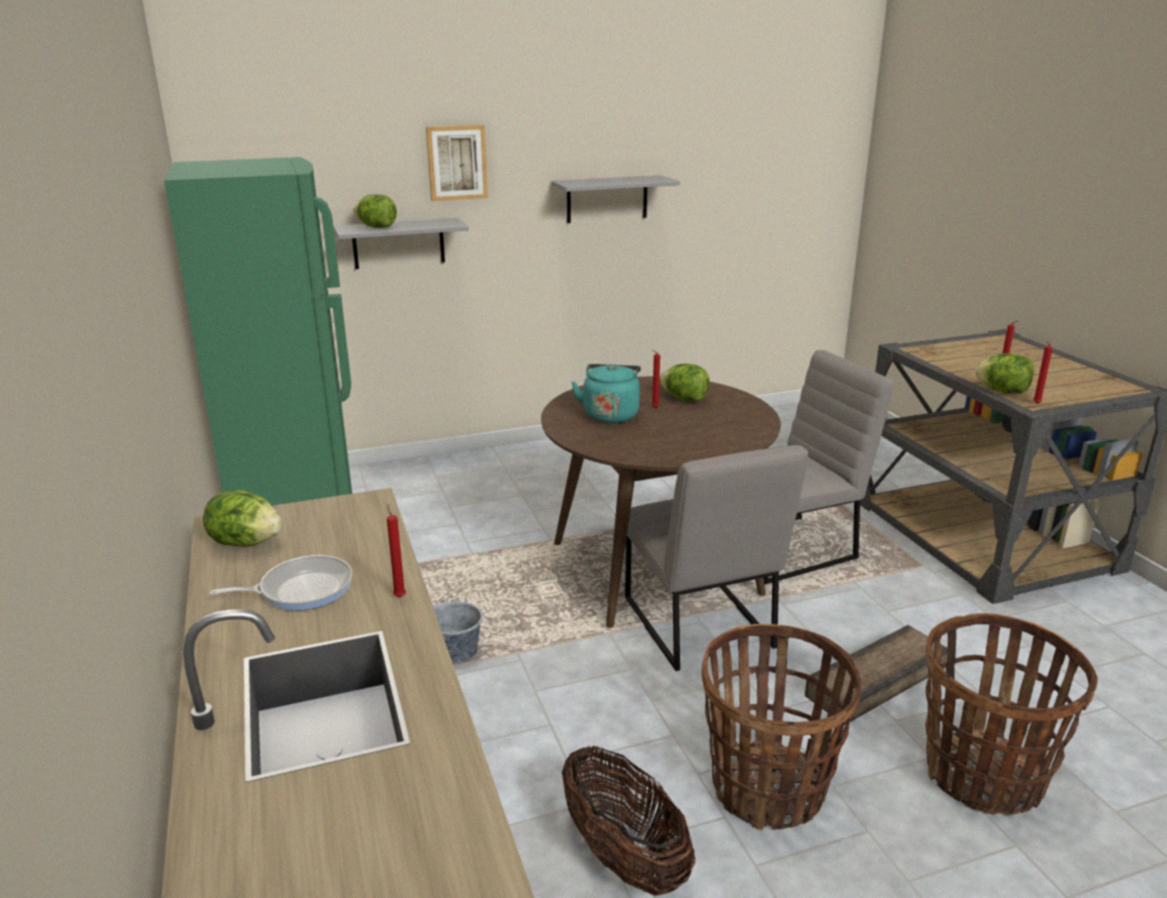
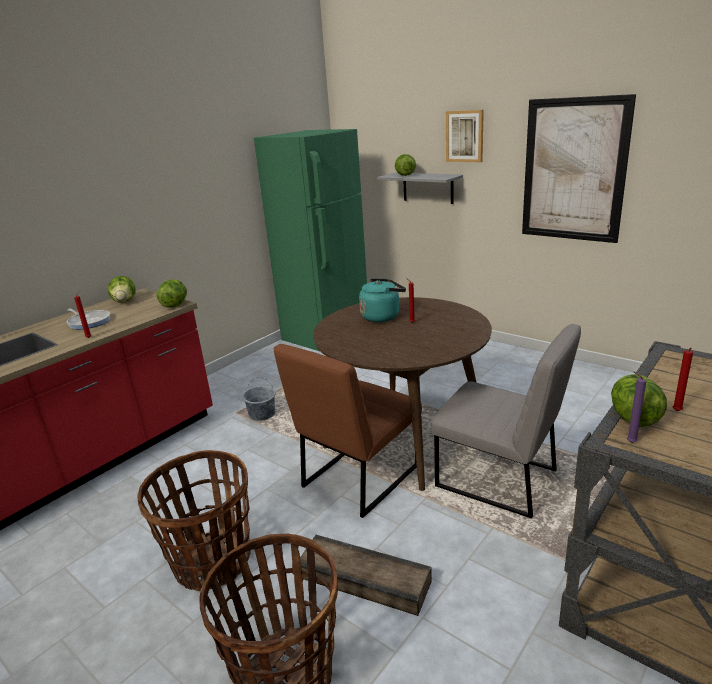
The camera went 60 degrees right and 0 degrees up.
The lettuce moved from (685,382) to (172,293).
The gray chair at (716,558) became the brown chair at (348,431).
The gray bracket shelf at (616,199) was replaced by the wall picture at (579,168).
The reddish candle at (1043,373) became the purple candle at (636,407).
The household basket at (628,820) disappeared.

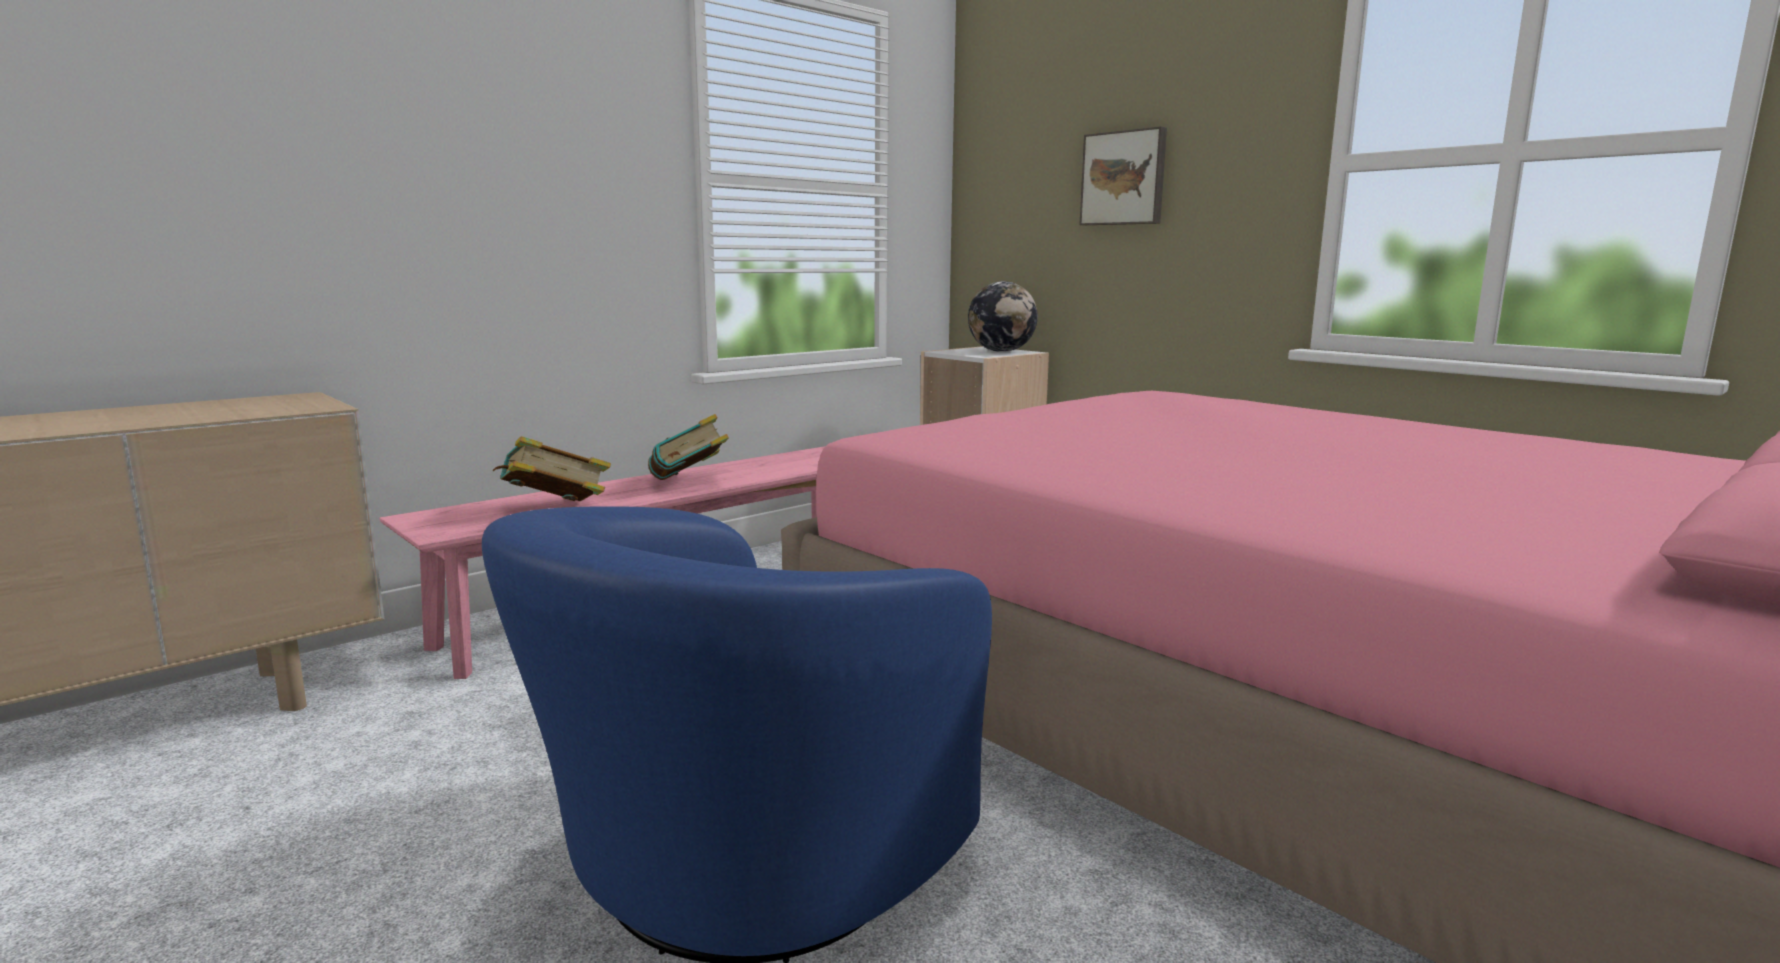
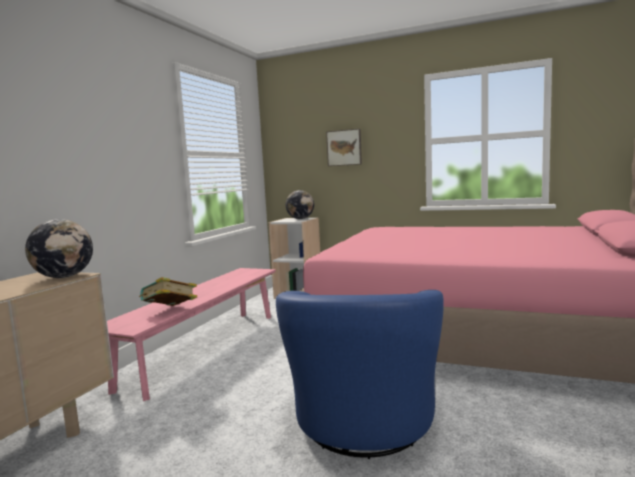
The camera went 25 degrees left and 5 degrees down.
The desk globe at (59,248) appeared.
The volume at (688,447) disappeared.

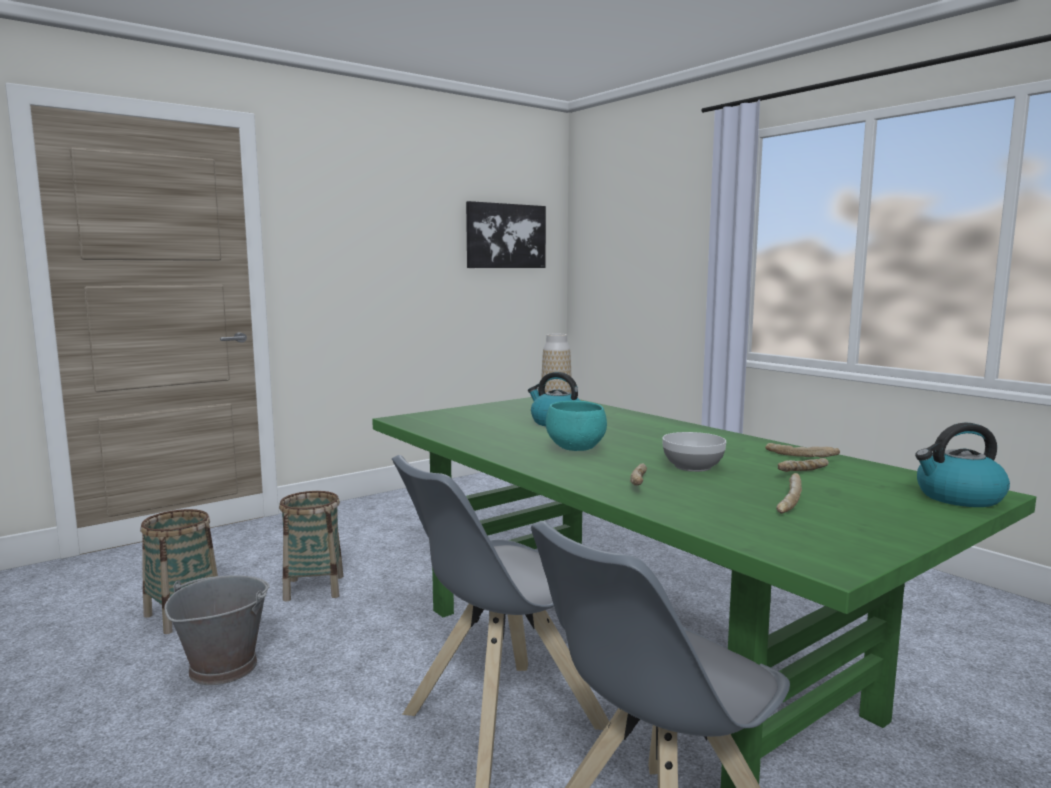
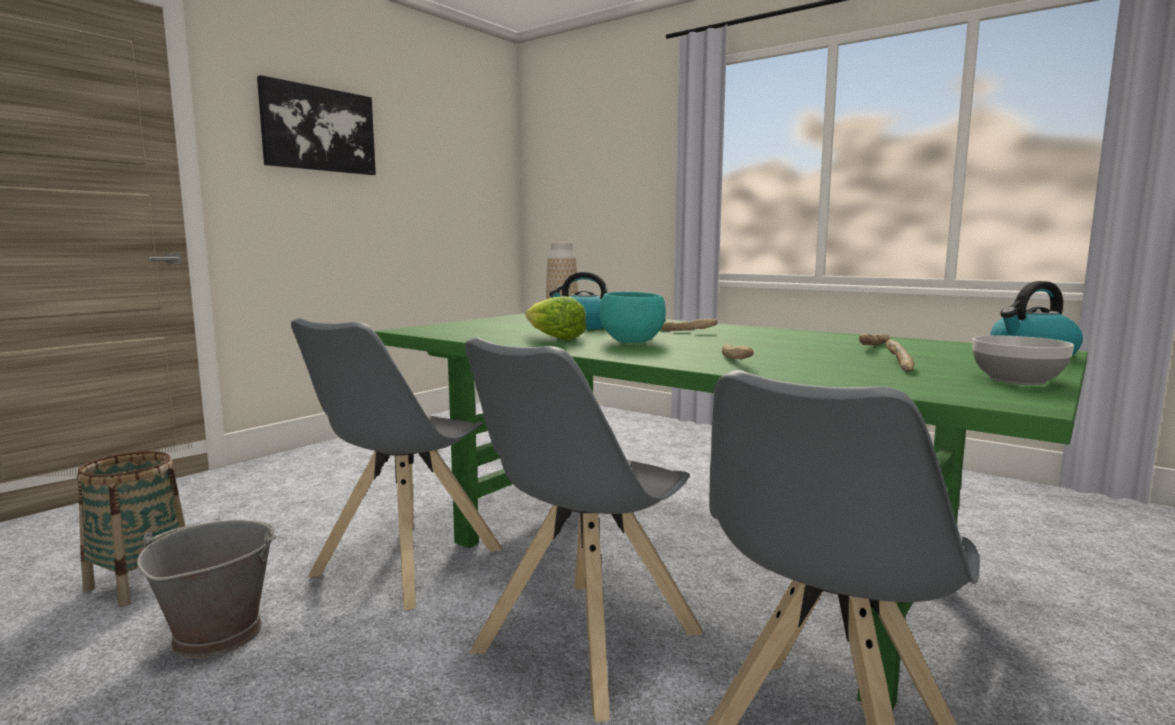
The camera went 15 degrees left and 0 degrees up.
The wall picture moved from (506,234) to (316,125).
The gray chair at (396,464) appeared.
The lettuce at (556,318) appeared.
The bakery bread moved from (802,450) to (688,325).
The serving bowl moved from (694,452) to (1023,360).
The household basket at (311,546) disappeared.

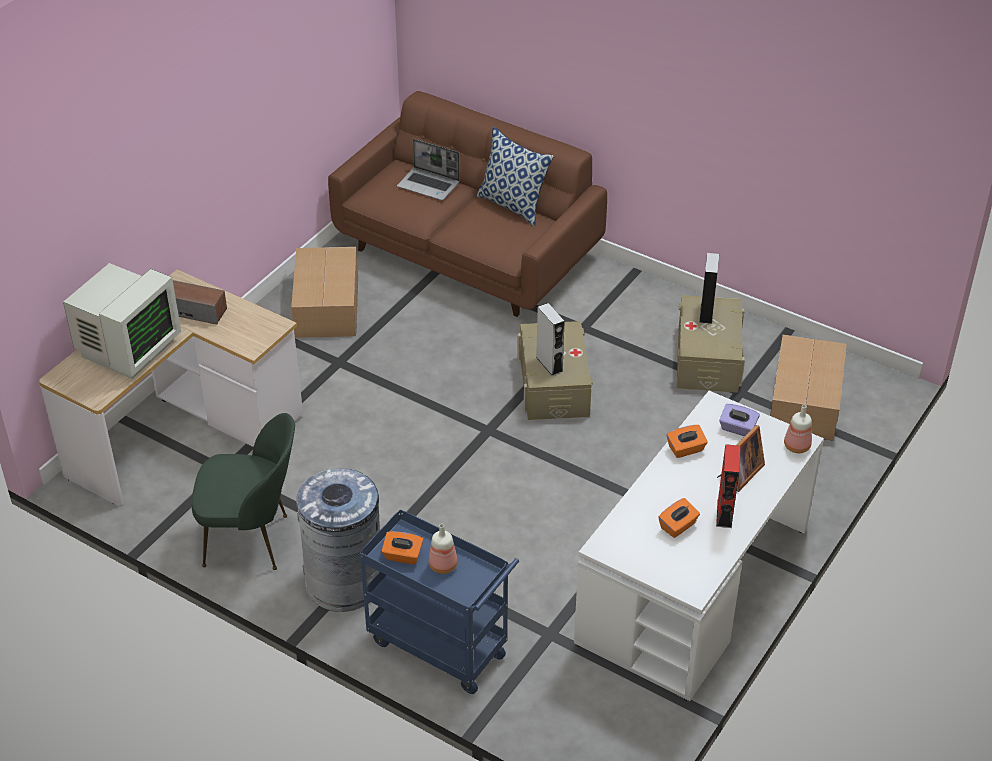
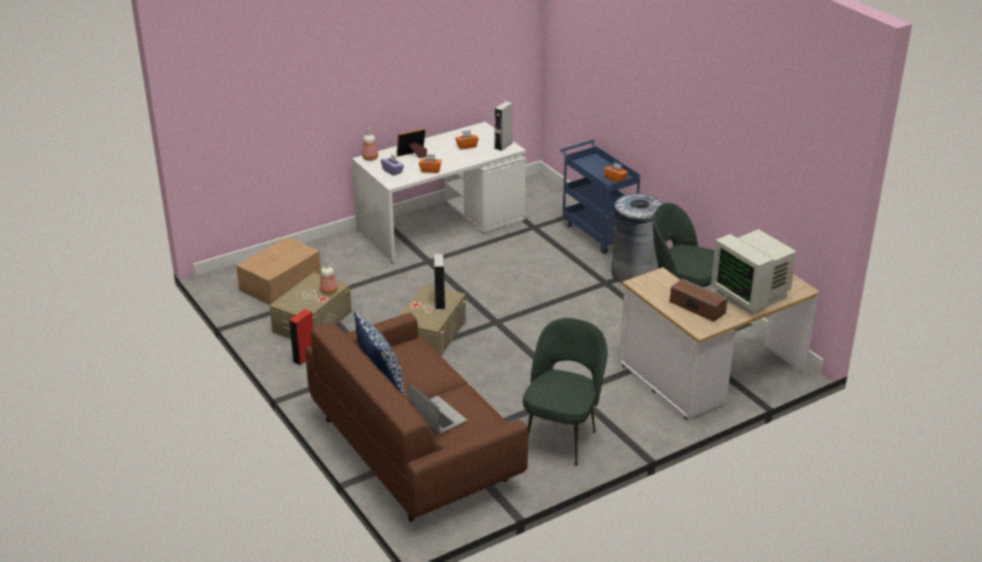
The camera went 155 degrees left and 10 degrees down.
The reddish audio speaker moved from (728,486) to (301,337).
The bottle moved from (443,549) to (329,277).
The gray audio speaker moved from (709,288) to (504,126).
The cardboard box at (324,292) was replaced by the greenish chair at (565,391).
The computer display at (122,321) turned 90 degrees counterclockwise.

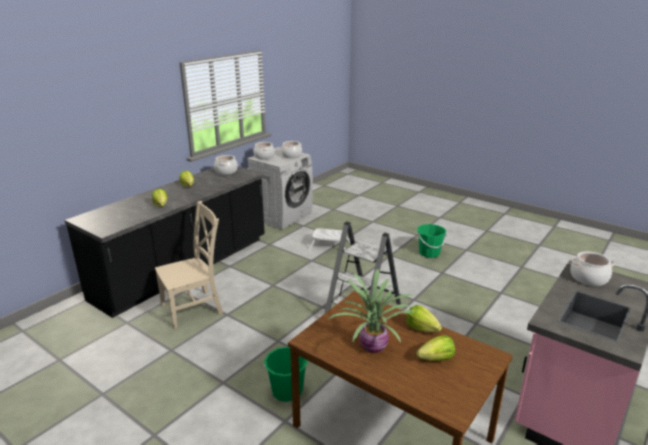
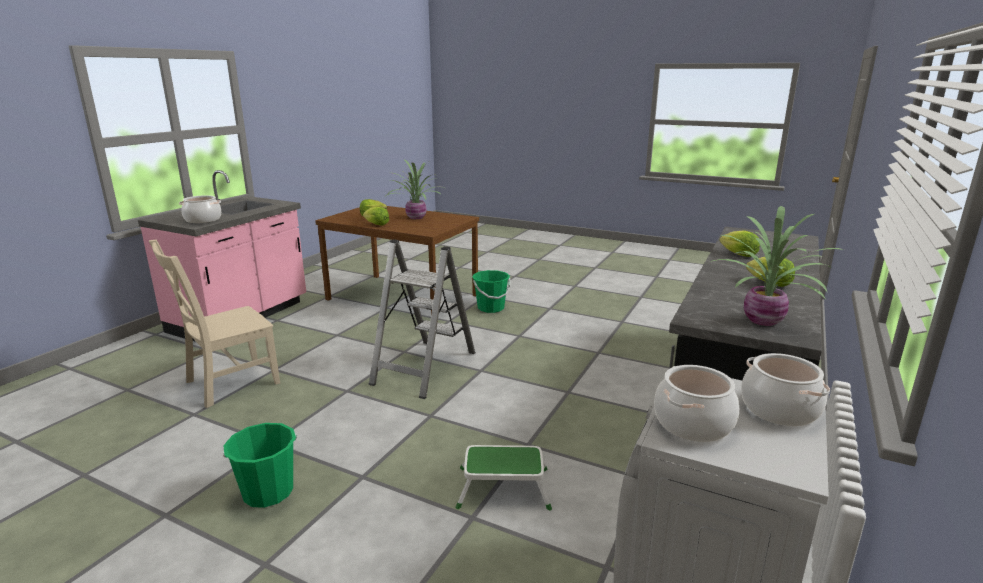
The camera went 170 degrees right and 5 degrees down.
The beige-coloured chair moved from (189,265) to (214,324).
The whitish step ladder at (329,241) became the greenish step ladder at (503,478).
The saucepot at (226,165) was replaced by the plant in a pot at (777,266).

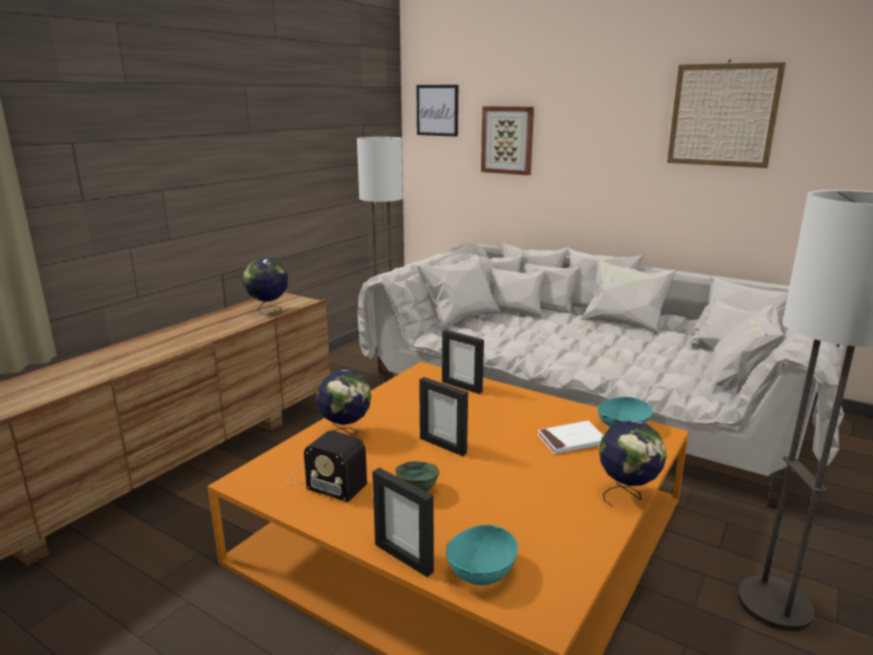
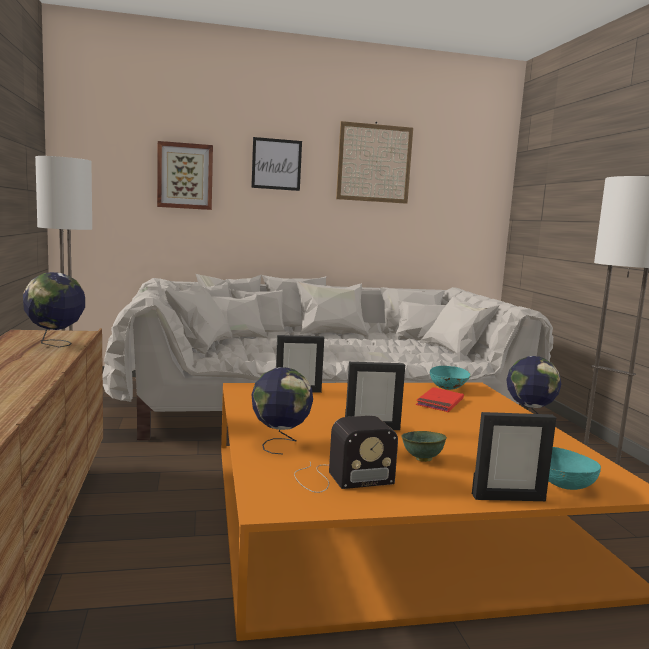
The camera went 45 degrees left and 10 degrees down.
The wall picture moved from (437,111) to (276,164).
The whitish volume at (571,437) became the reddish volume at (440,399).

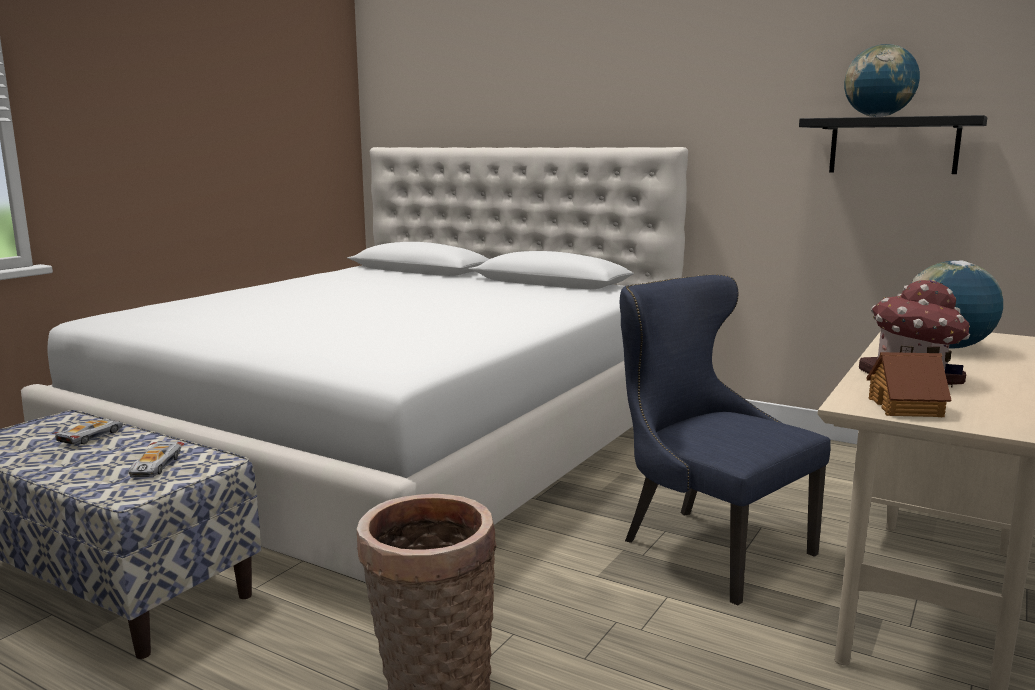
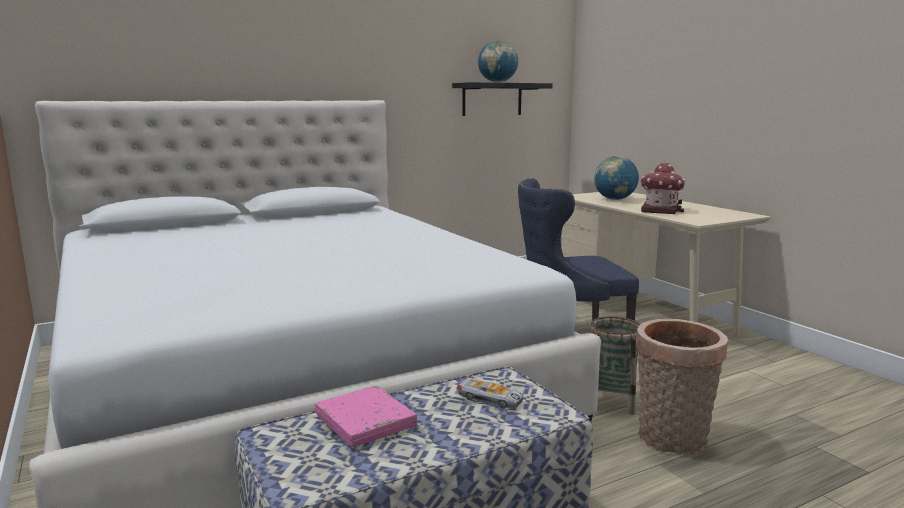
The camera went 60 degrees left and 0 degrees up.
The model car at (87,432) was replaced by the pink volume at (366,416).
The household basket at (615,365) appeared.
The toy house at (908,384) disappeared.

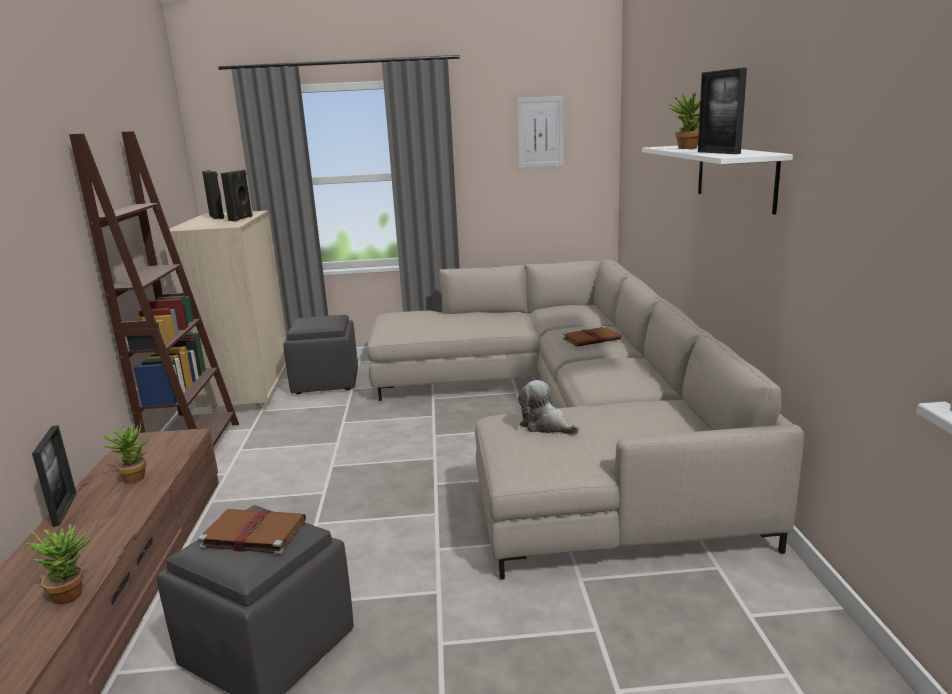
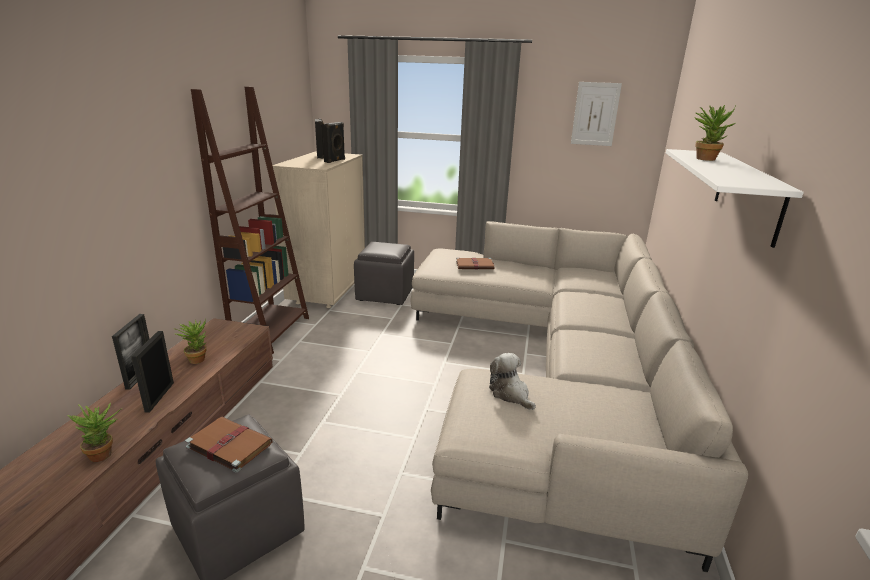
The camera went 15 degrees right and 5 degrees up.
The picture frame moved from (722,111) to (152,371).
The brown volume moved from (592,336) to (475,263).

